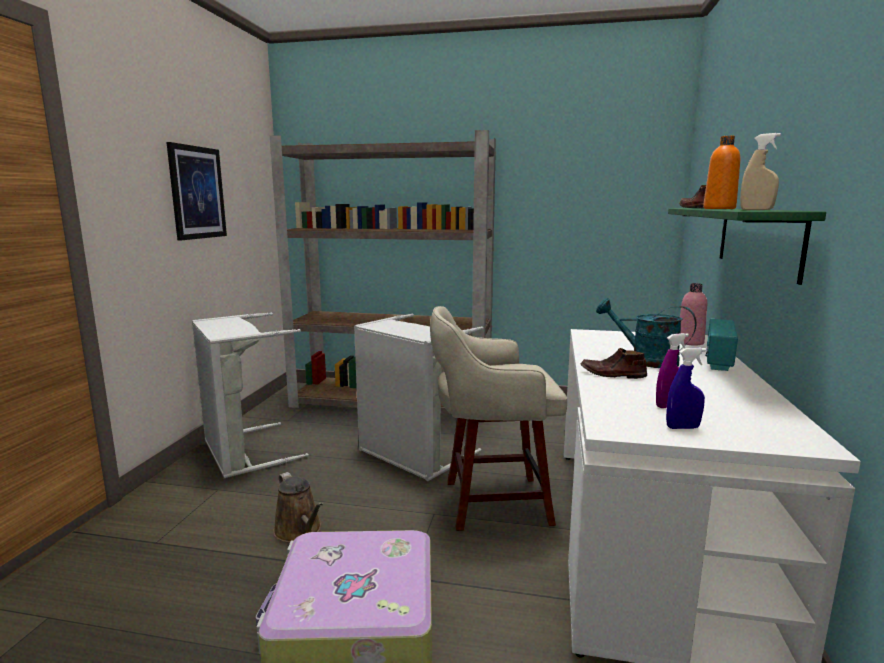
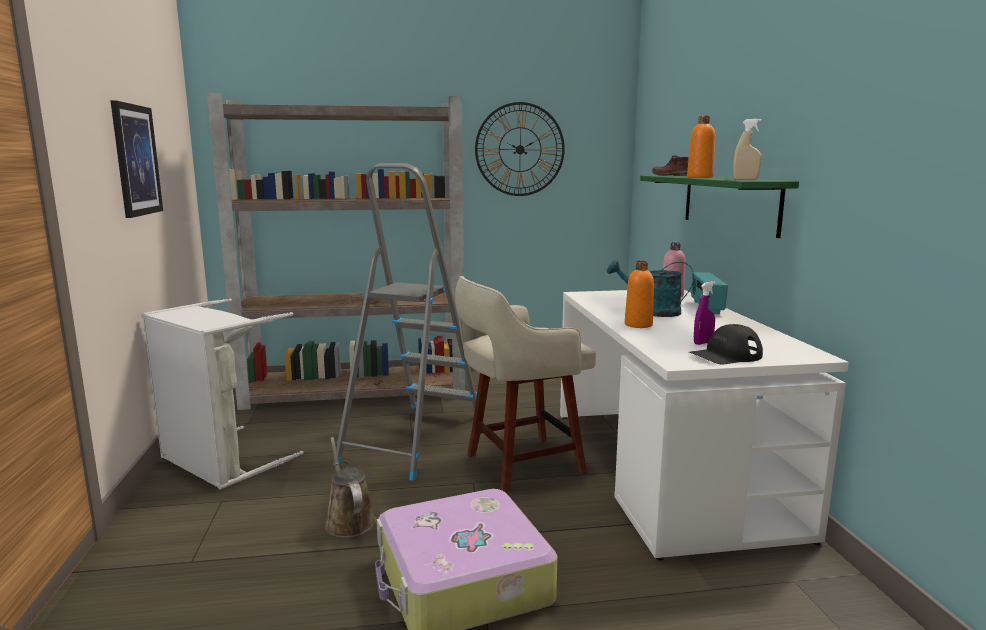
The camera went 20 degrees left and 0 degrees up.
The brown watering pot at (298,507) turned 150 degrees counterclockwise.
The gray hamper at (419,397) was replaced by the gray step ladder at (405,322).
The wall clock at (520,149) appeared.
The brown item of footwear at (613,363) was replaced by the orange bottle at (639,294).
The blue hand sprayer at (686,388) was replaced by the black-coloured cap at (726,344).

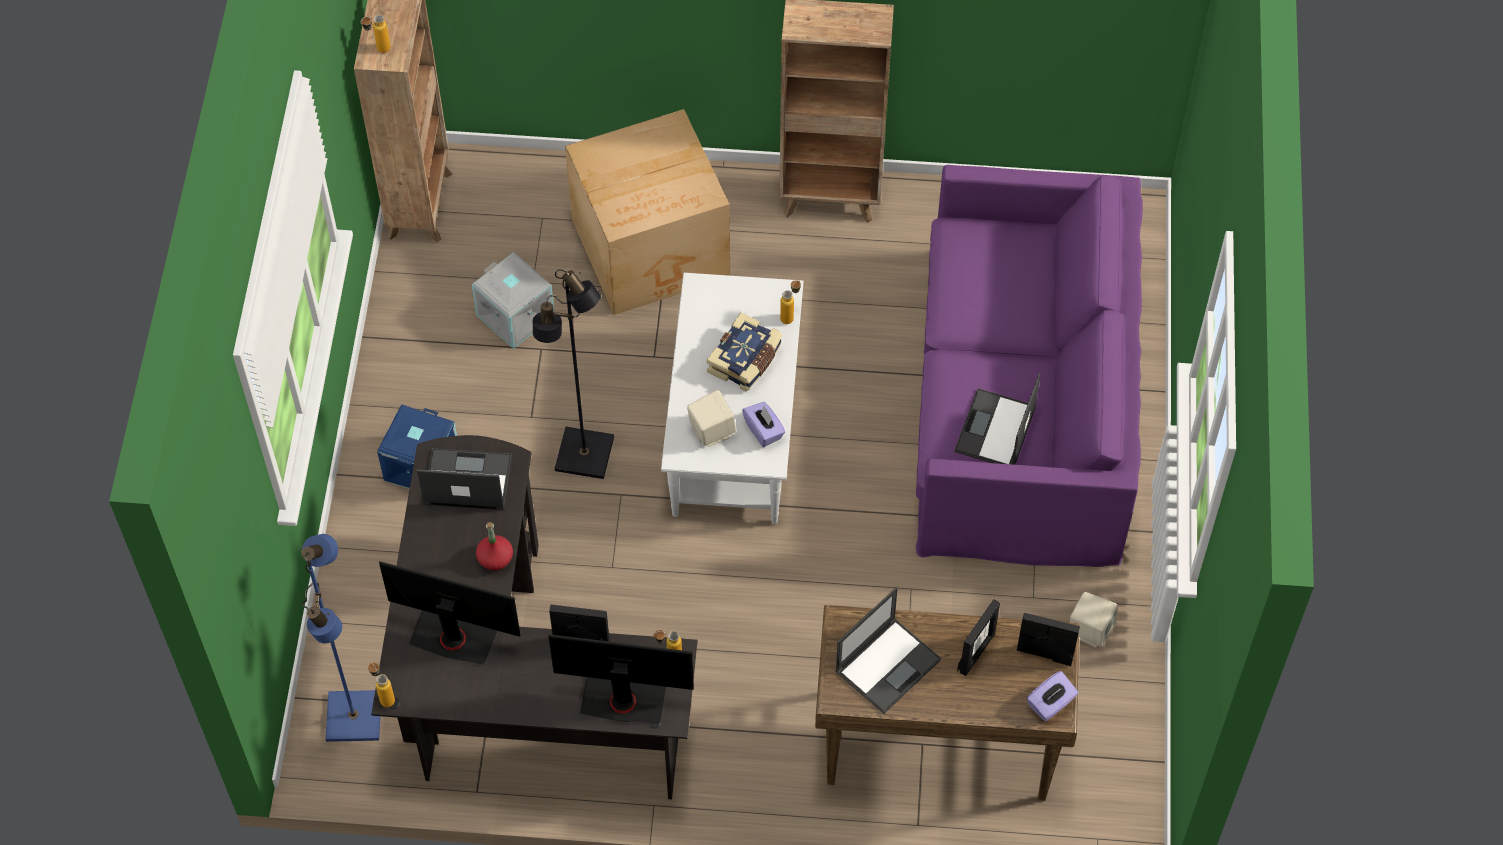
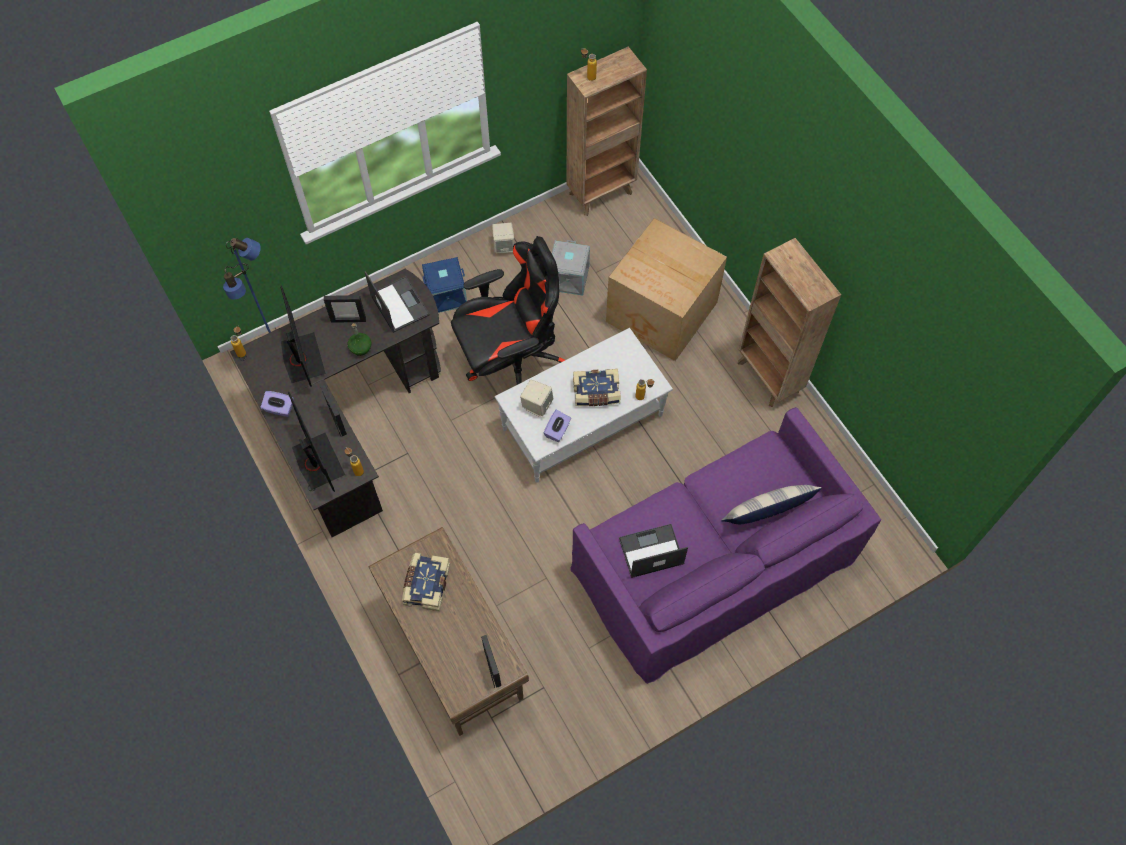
The camera went 55 degrees right and 5 degrees up.
The purple tissue box moved from (1053,696) to (277,404).
The picture frame moved from (978,637) to (345,309).
The reddish bottle at (494,546) became the greenish bottle at (359,339).
The portable computer at (888,651) was replaced by the volume at (426,582).
The black-coloured floor lamp at (573,374) was replaced by the black-coloured office chair at (508,310).
The beige-coloured audio speaker moved from (1093,620) to (503,238).
The cushion at (771,504) appeared.

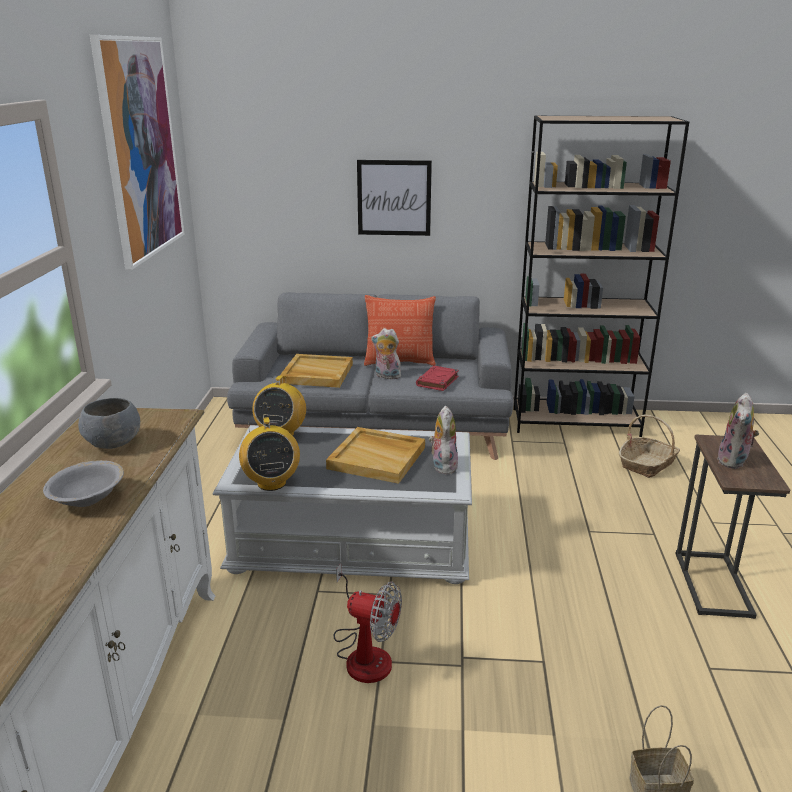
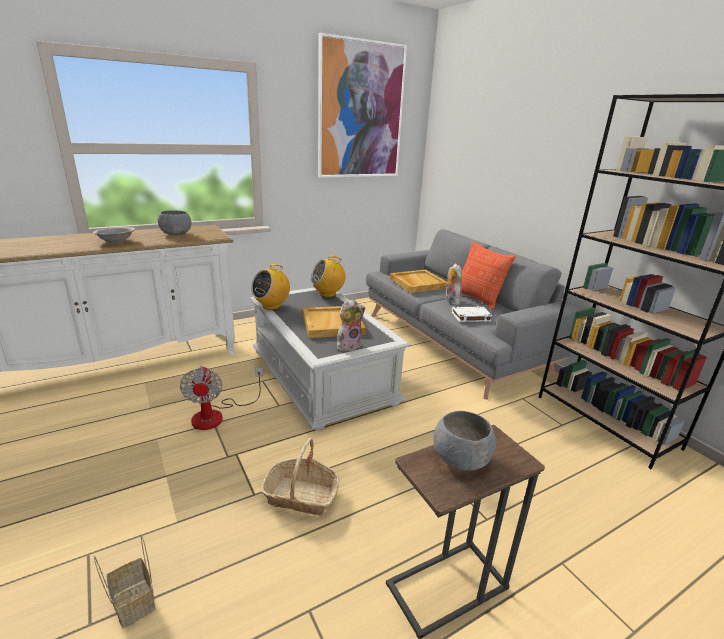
The camera went 55 degrees right and 0 degrees up.
The household basket moved from (649,446) to (300,476).
The soft toy at (738,431) was replaced by the gray serving bowl at (464,441).
The reddish volume at (437,378) became the whitish volume at (472,314).
The wall picture at (394,198) disappeared.

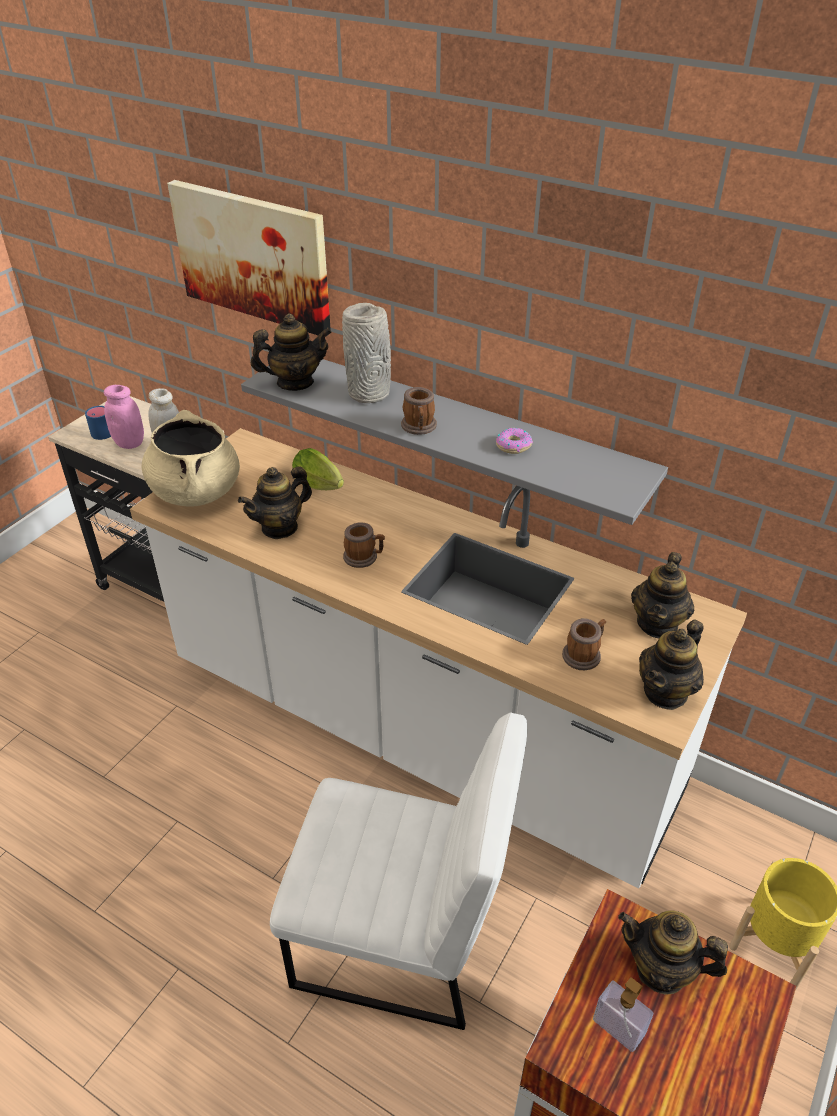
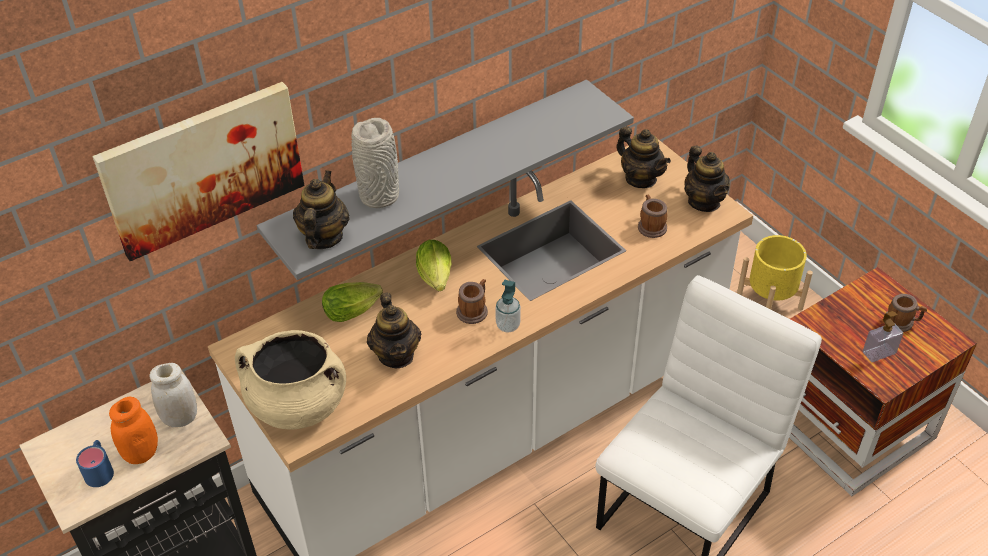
The camera went 65 degrees left and 5 degrees up.
The pink jar at (124,417) became the orange jar at (133,430).
The lettuce at (433,265) appeared.
The liquid soap bottle at (508,306) appeared.
The tea mug moved from (419,411) to (906,313).
The ring doughnut at (514,441) disappeared.
The pot for tea at (673,952) disappeared.

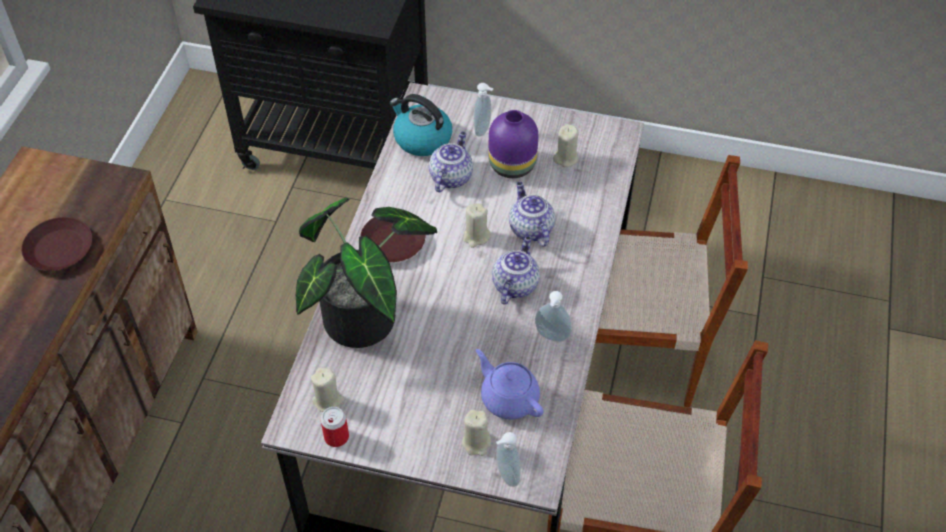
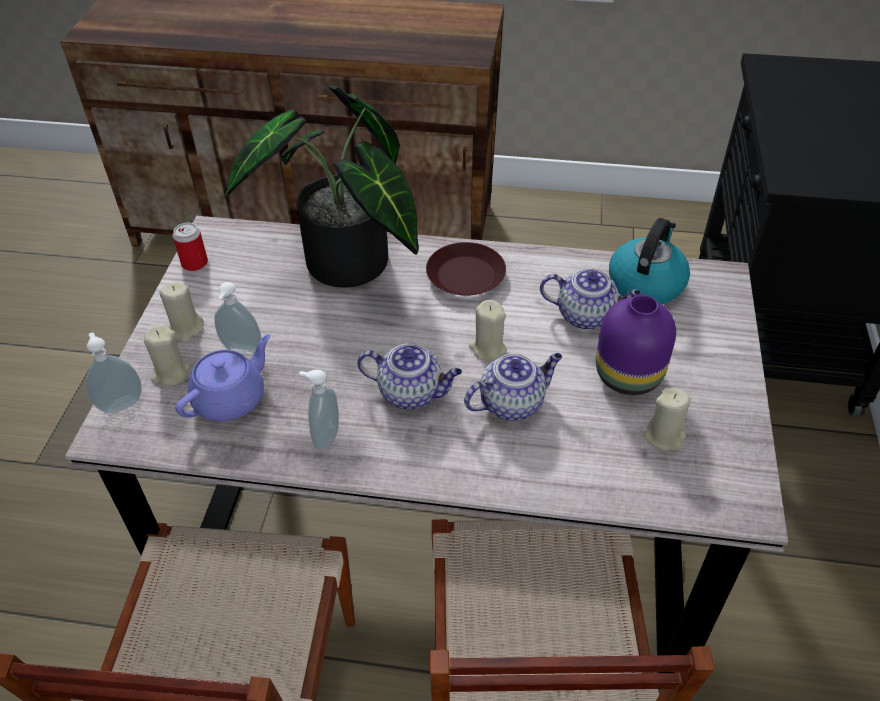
The camera went 85 degrees right and 5 degrees down.
The beige-coloured candle moved from (327,390) to (182,312).
The liquid soap bottle moved from (484,110) to (237,318).
The brown plate at (56,244) disappeared.

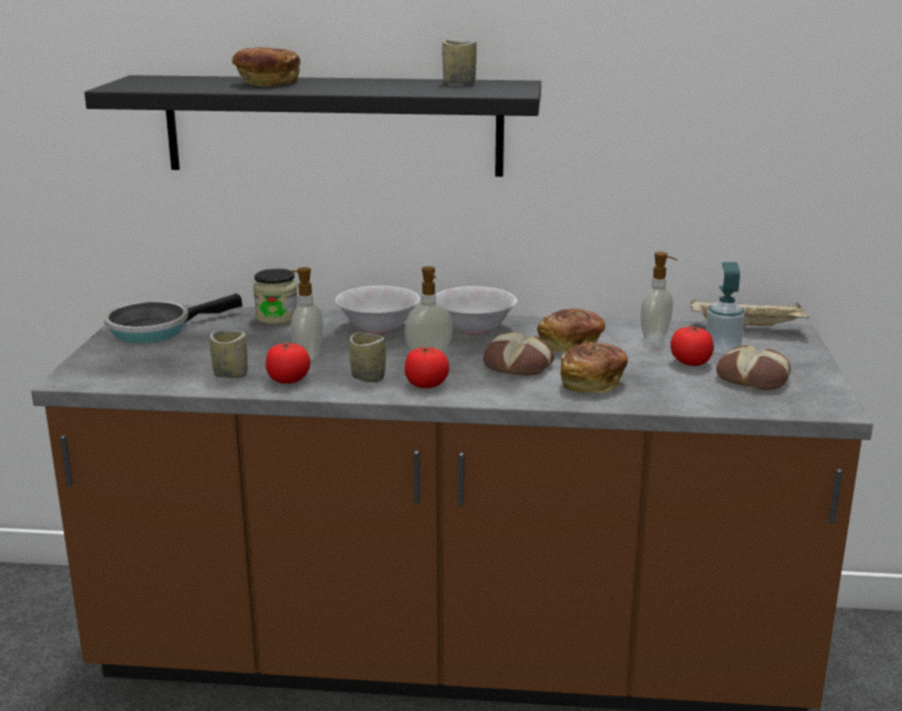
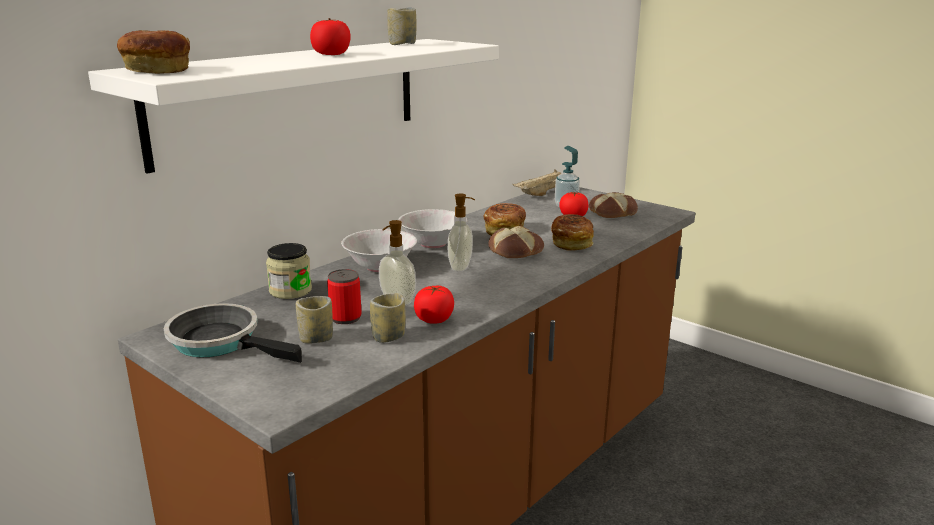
The camera went 55 degrees left and 0 degrees up.
The black-coloured bracket shelf at (312,126) became the whitish bracket shelf at (293,106).
The bakery bread moved from (266,66) to (153,52).
The skillet at (173,318) turned 120 degrees clockwise.
The cup moved from (367,357) to (314,320).
The fresh tomato moved from (427,367) to (330,36).
The can at (344,296) appeared.
The liquid soap bottle at (659,297) disappeared.

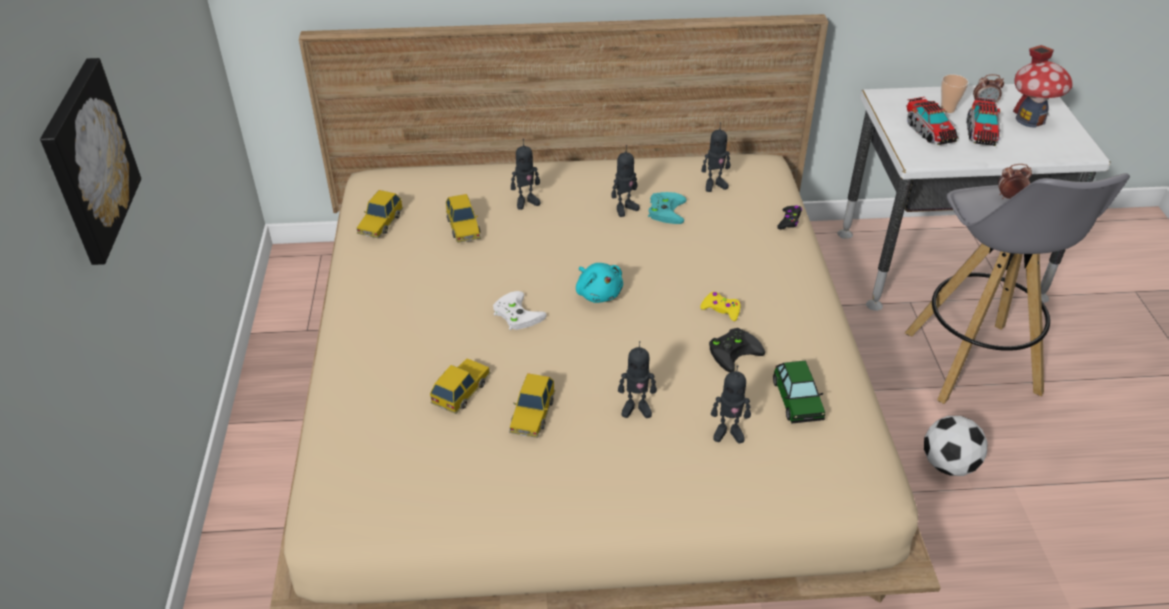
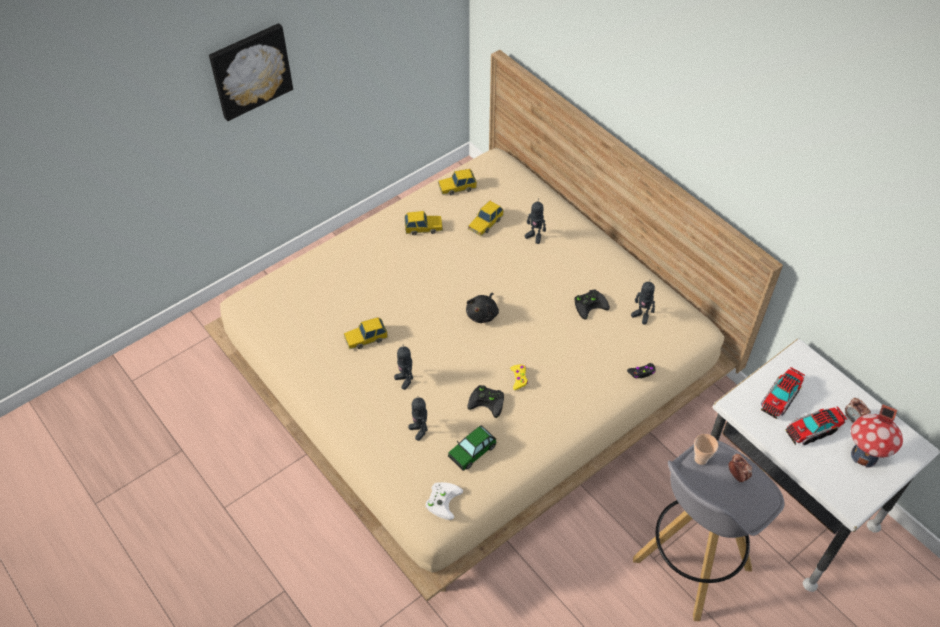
The camera went 55 degrees right and 10 degrees up.
The model car moved from (460,386) to (423,223).
The whitish gamepad moved from (520,310) to (444,501).
The turquoise-coloured soft toy at (599,283) became the black-coloured soft toy at (482,308).
The turquoise-coloured gamepad at (667,208) became the black-coloured gamepad at (592,305).
The cup moved from (955,93) to (706,449).
The toy robot at (625,181) disappeared.
The football at (956,446) disappeared.

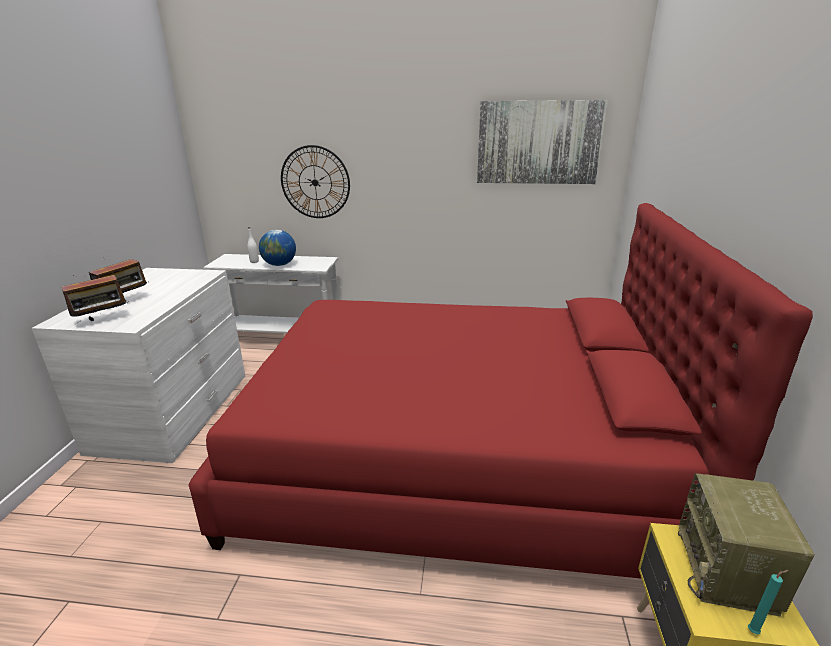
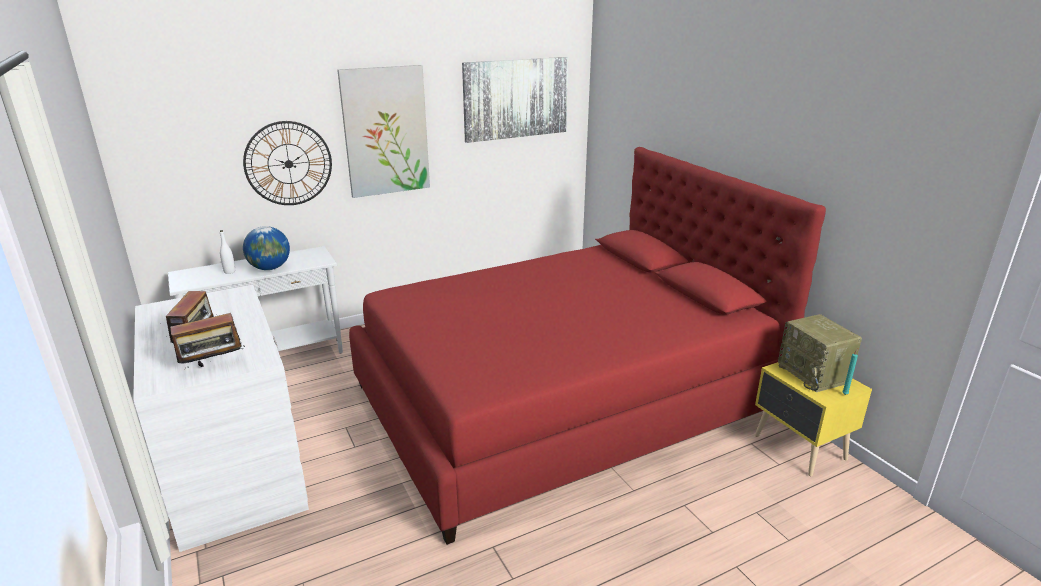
The camera went 35 degrees left and 0 degrees up.
The radio set at (95,298) turned 45 degrees clockwise.
The wall picture at (383,131) appeared.

